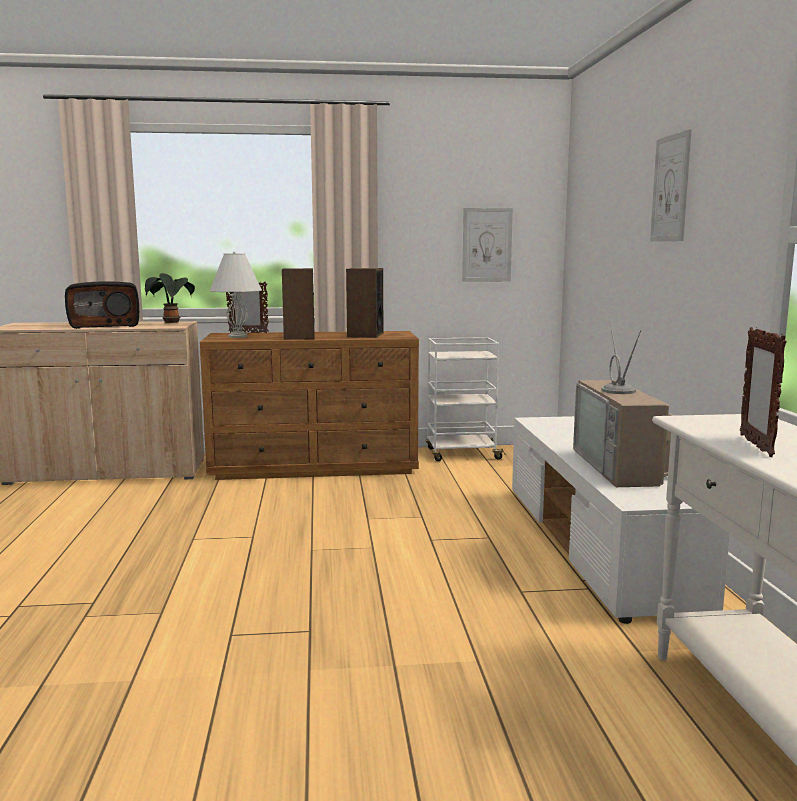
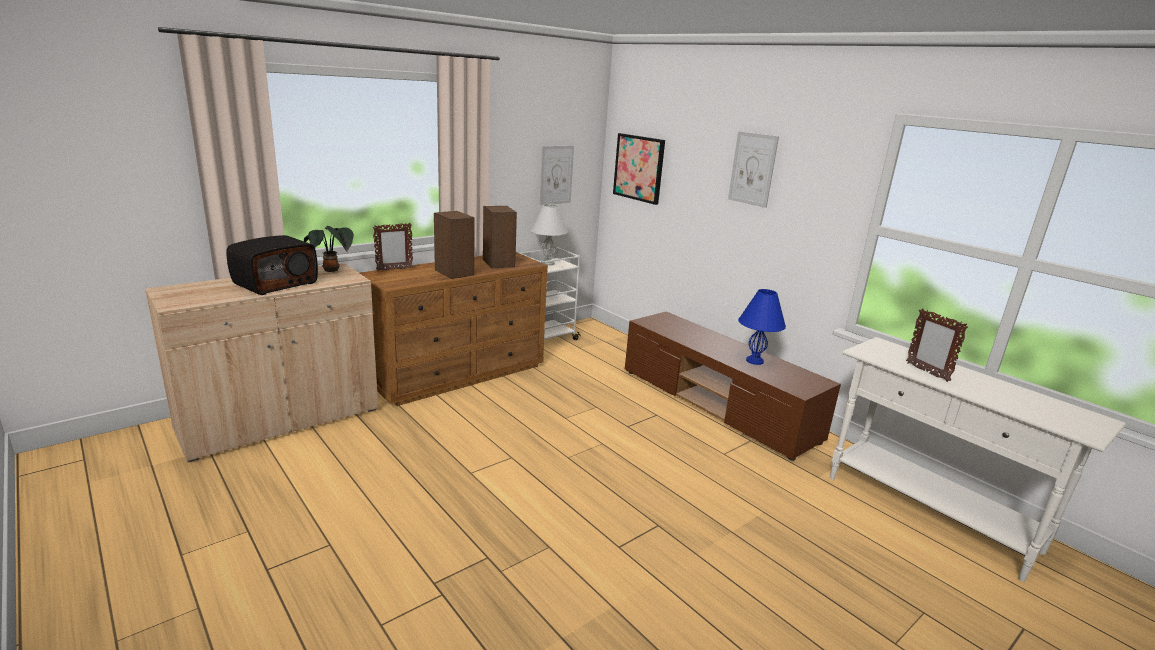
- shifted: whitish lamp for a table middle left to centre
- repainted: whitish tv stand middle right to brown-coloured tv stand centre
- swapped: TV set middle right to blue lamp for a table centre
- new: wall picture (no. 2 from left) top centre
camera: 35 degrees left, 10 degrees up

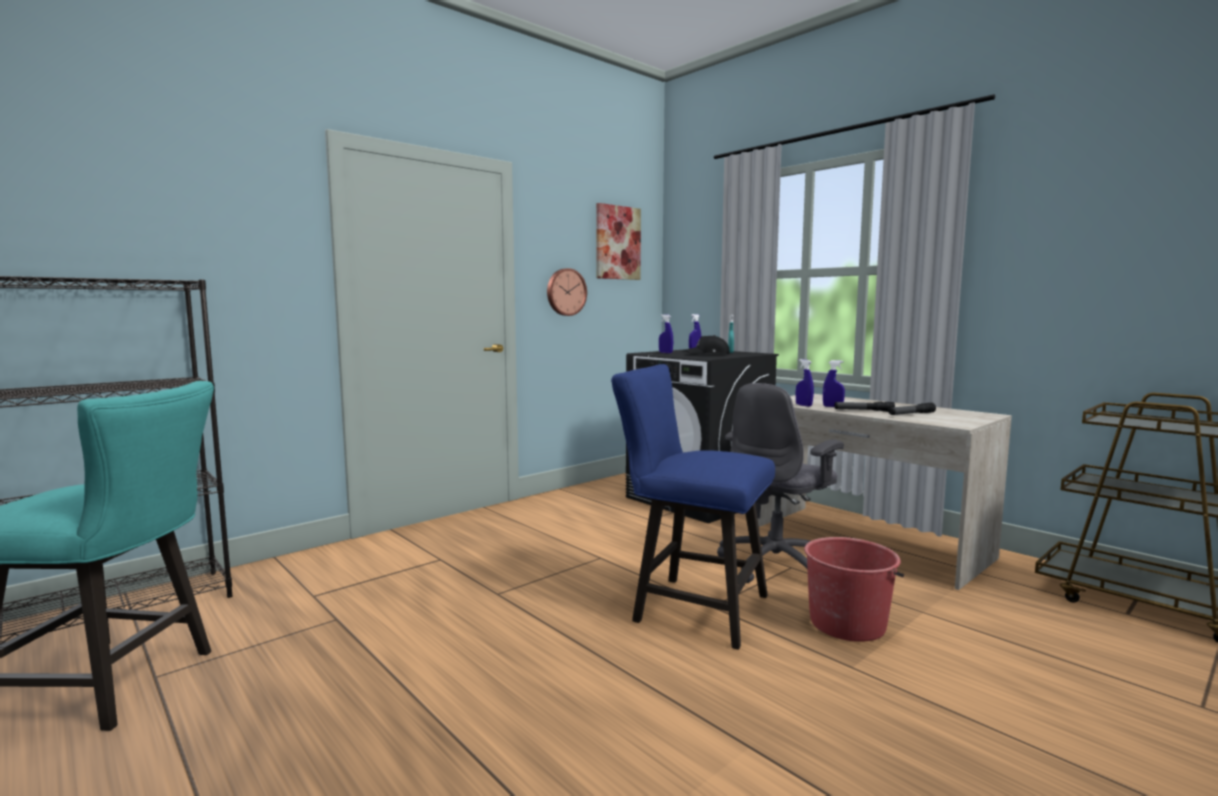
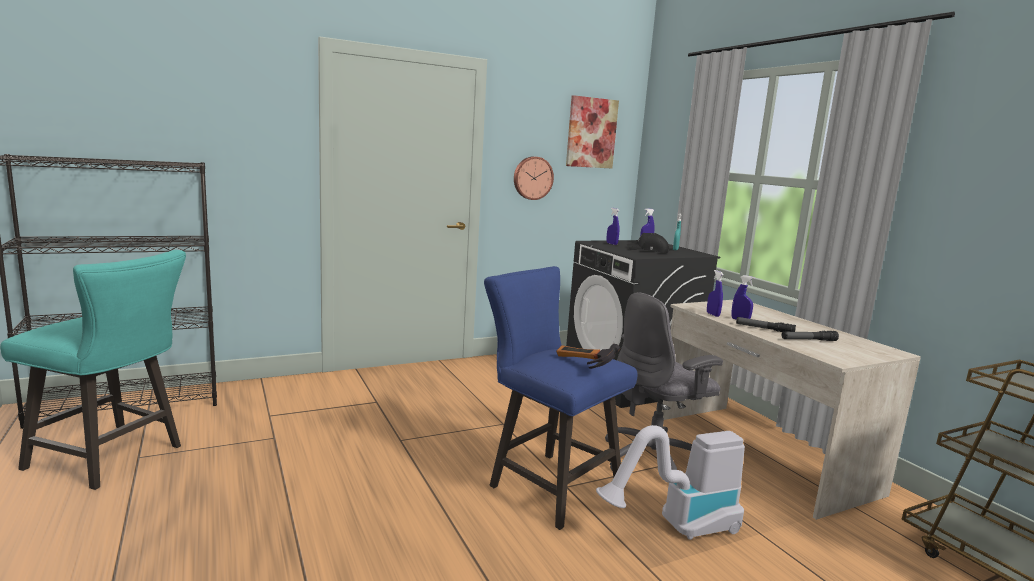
- swapped: reddish pail bottom right to vacuum cleaner bottom centre
- new: hand hammer centre
camera: 15 degrees right, 5 degrees up

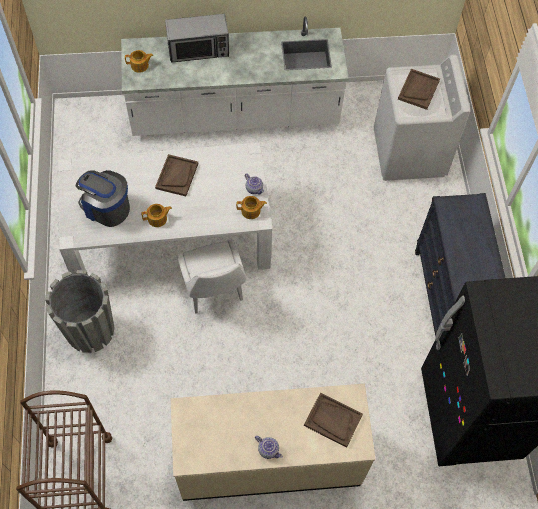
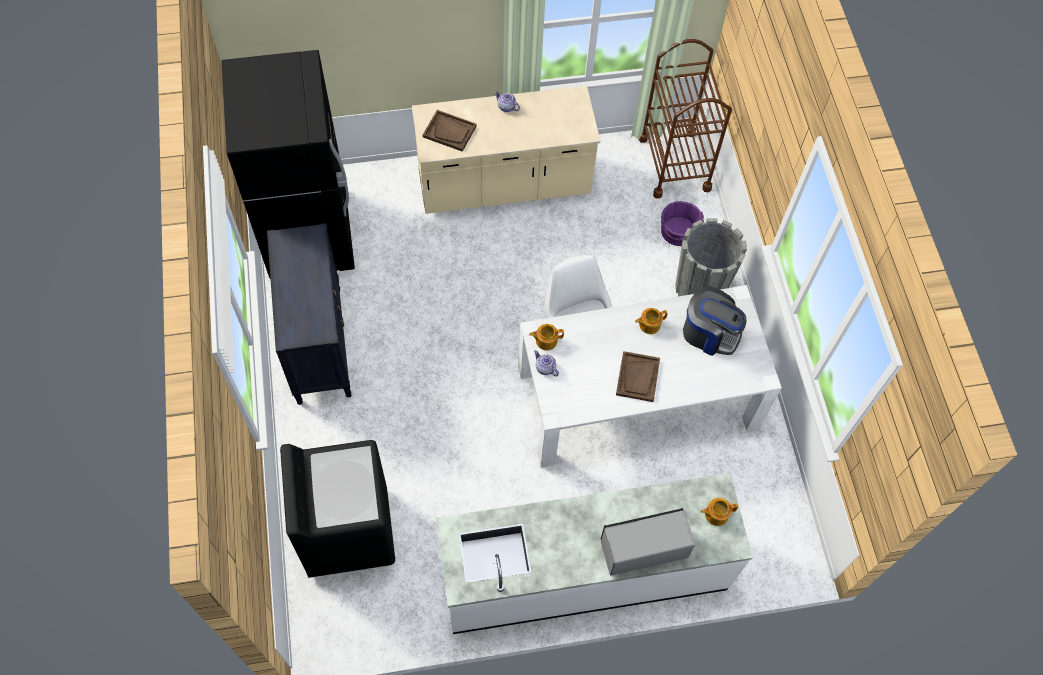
- repainted: whitish laundry appliance top right to blackish laundry appliance bottom left
- gone: brown-coloured tray (no. 3 from left) top right
- new: purple-coloured pail top centre
camera: 175 degrees right, 0 degrees up

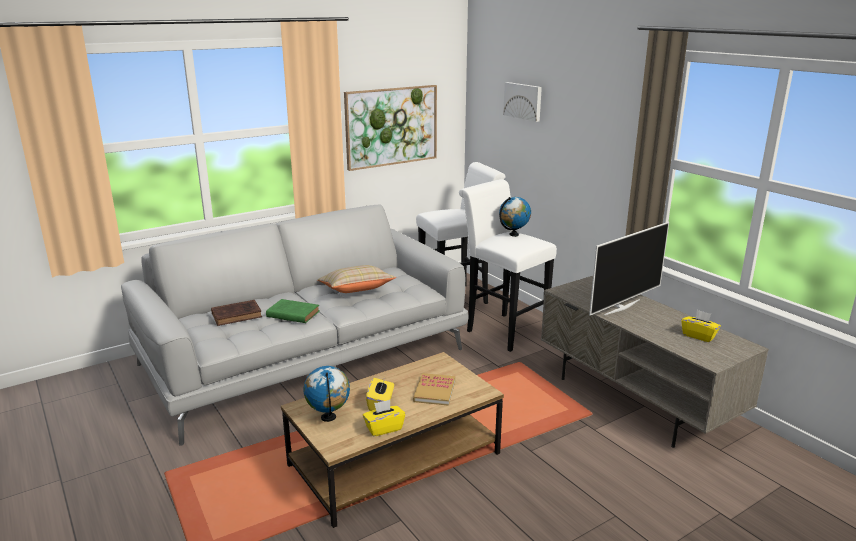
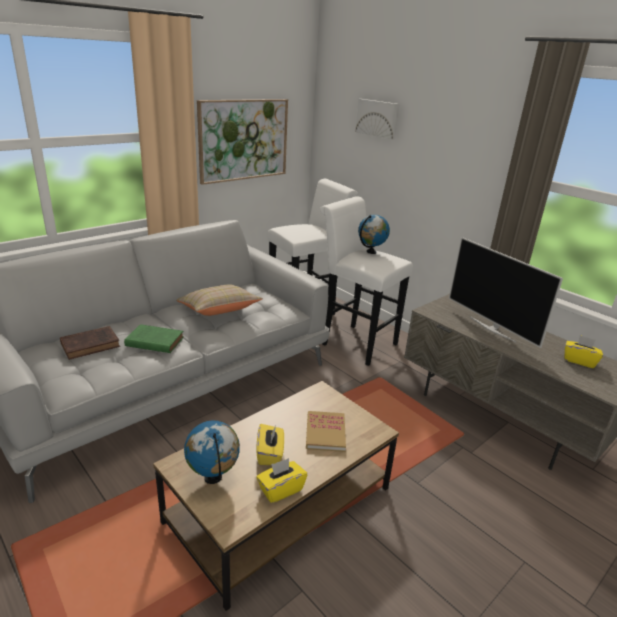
- rotated: TV set middle right = middle right 105 degrees clockwise
camera: 10 degrees left, 5 degrees up

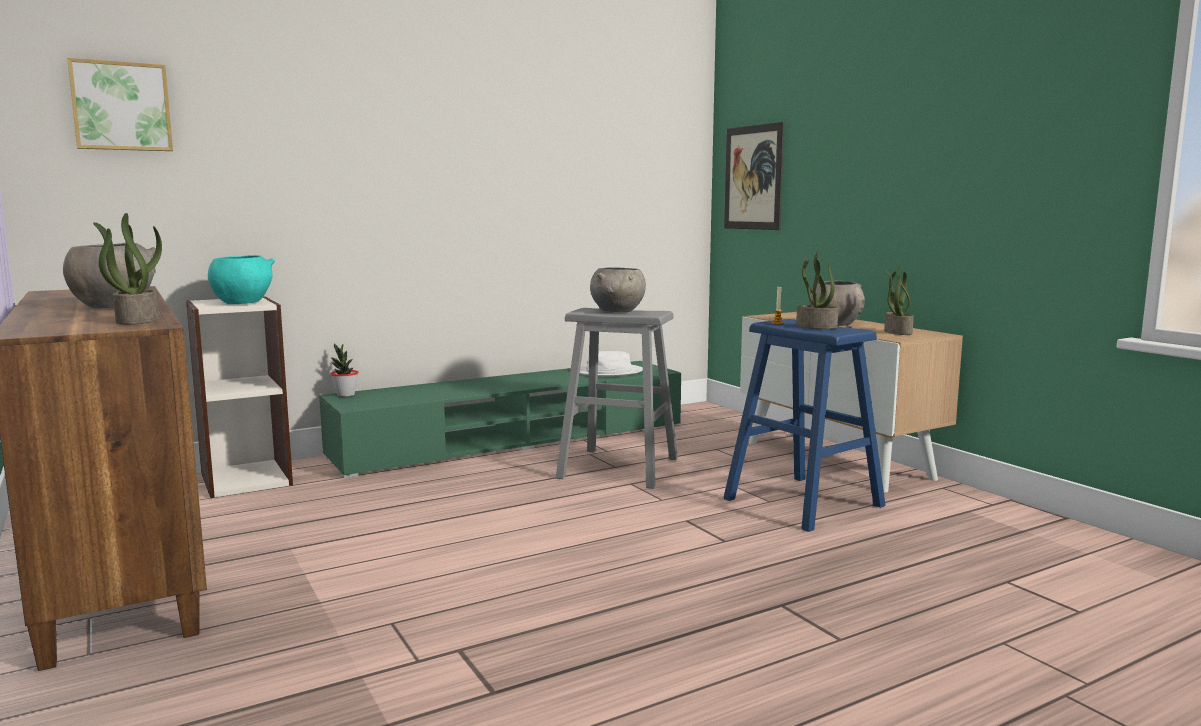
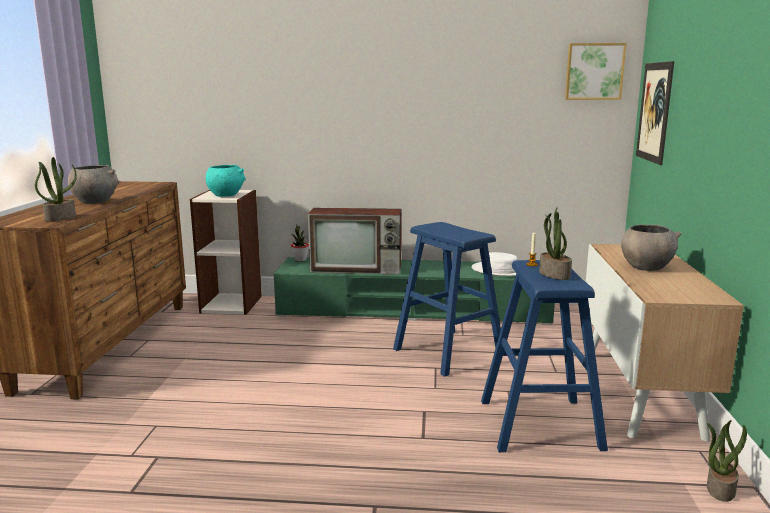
- shifted: wall picture (no. 1 from left) top left to top right
- repainted: grey sitting stool centre to blue sitting stool (no. 1 from left) centre
- gone: grey serving bowl (no. 2 from left) centre
- shifted: potted plant (no. 4 from left) middle right to bottom right
- new: TV set centre
camera: 35 degrees right, 5 degrees up

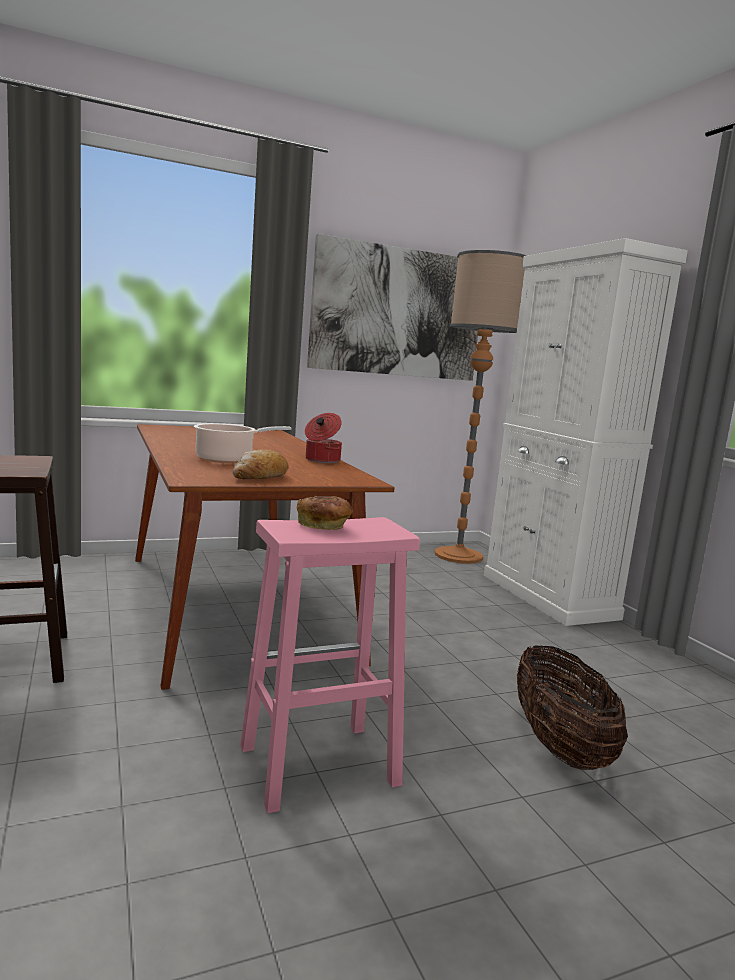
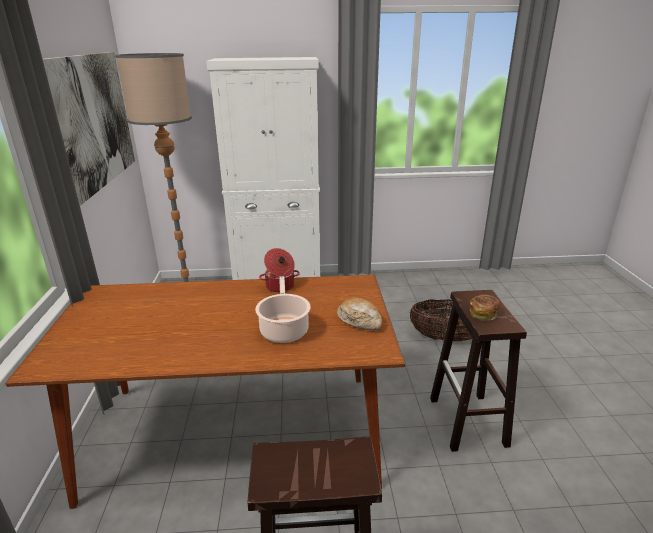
- repainted: pink sitting stool bottom centre to brown-coloured sitting stool (no. 2 from left) bottom right
camera: 70 degrees left, 15 degrees up

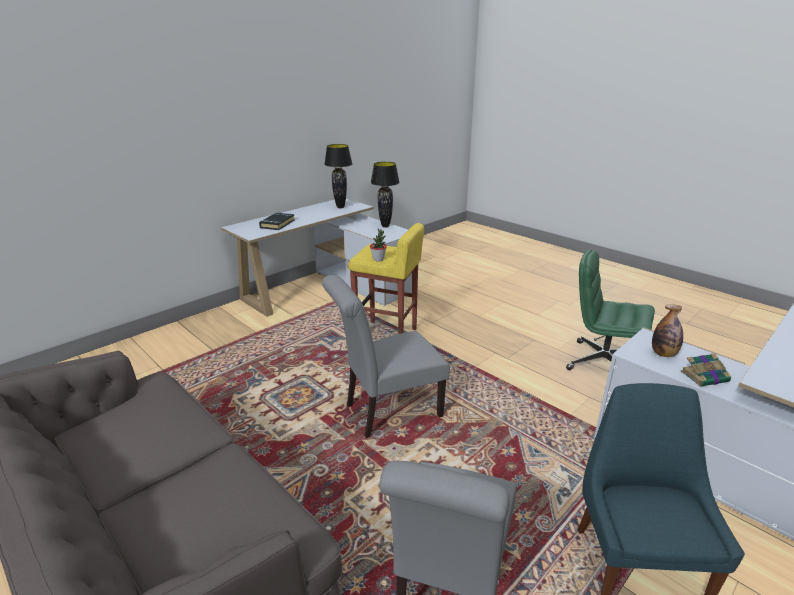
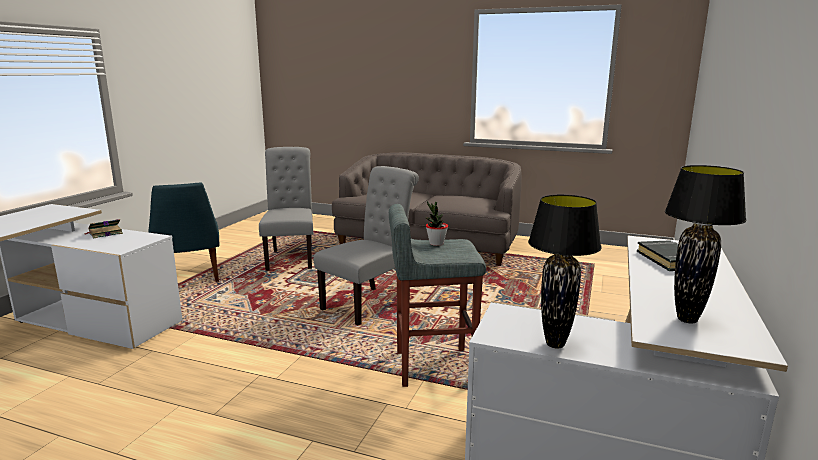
- repainted: yellowish sitting stool centre to grey sitting stool centre
- gone: greenish office chair middle right
- gone: beverage bottle middle right
camera: 155 degrees right, 10 degrees down

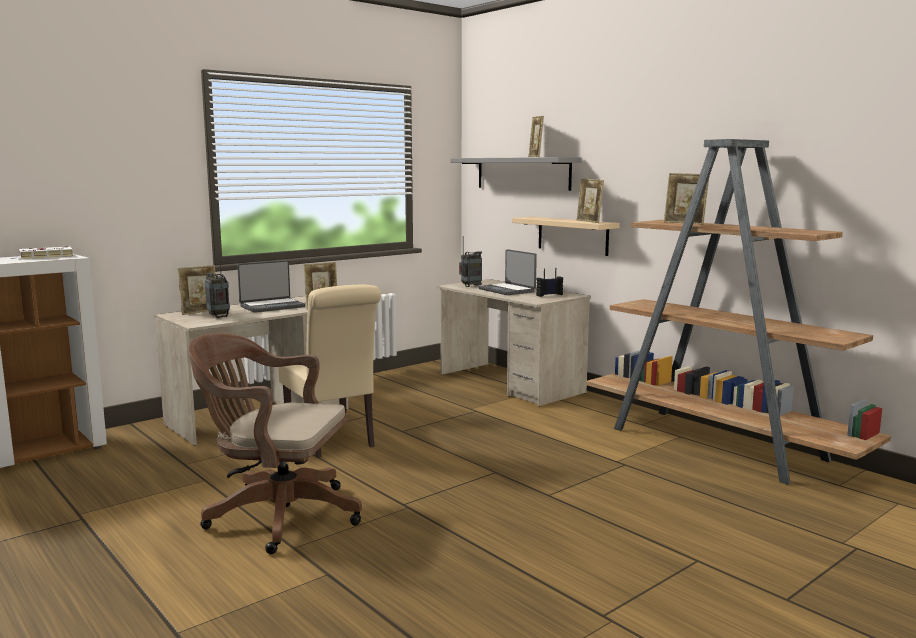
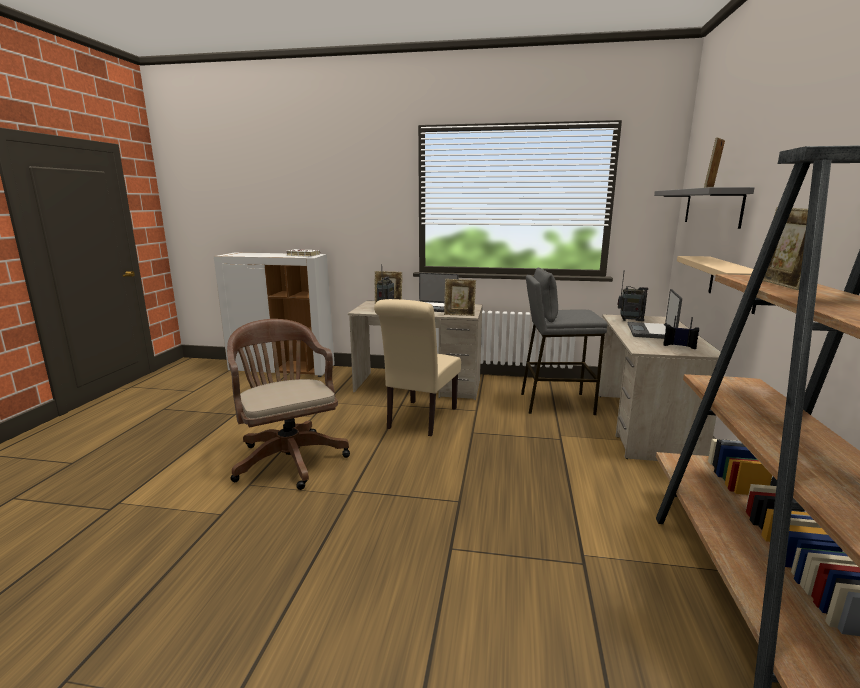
- gone: photo frame (no. 4 from left) top centre
- new: grey sitting stool centre
camera: 50 degrees right, 5 degrees up

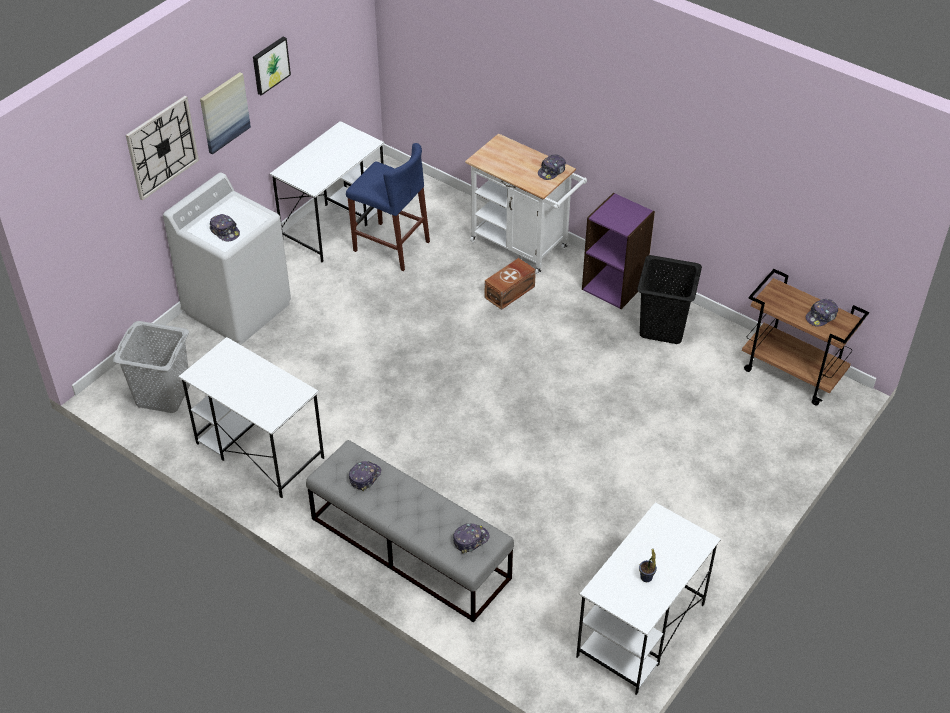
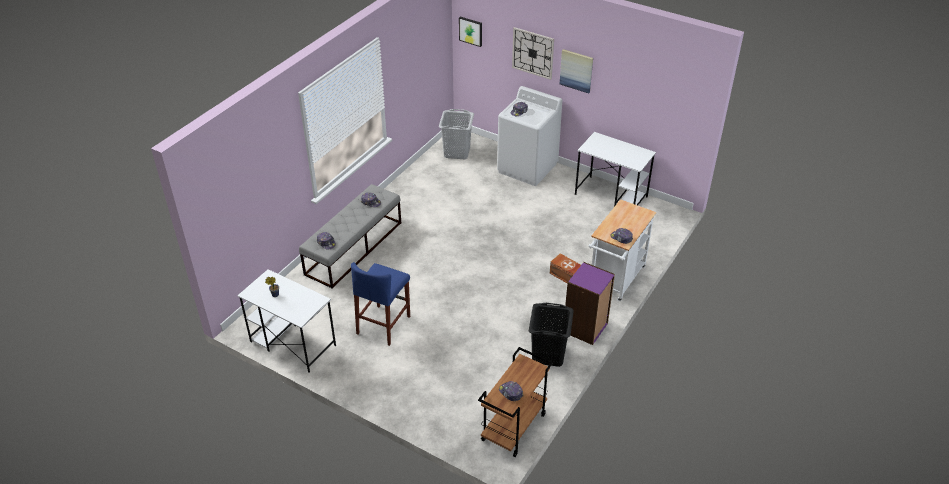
- gone: whitish desk unit (no. 1 from left) middle left
- shifted: wall picture (no. 2 from left in the first image) top left to wall picture (no. 1 from left) top centre
- shifted: blue sitting stool top centre to centre
camera: 85 degrees right, 5 degrees down

